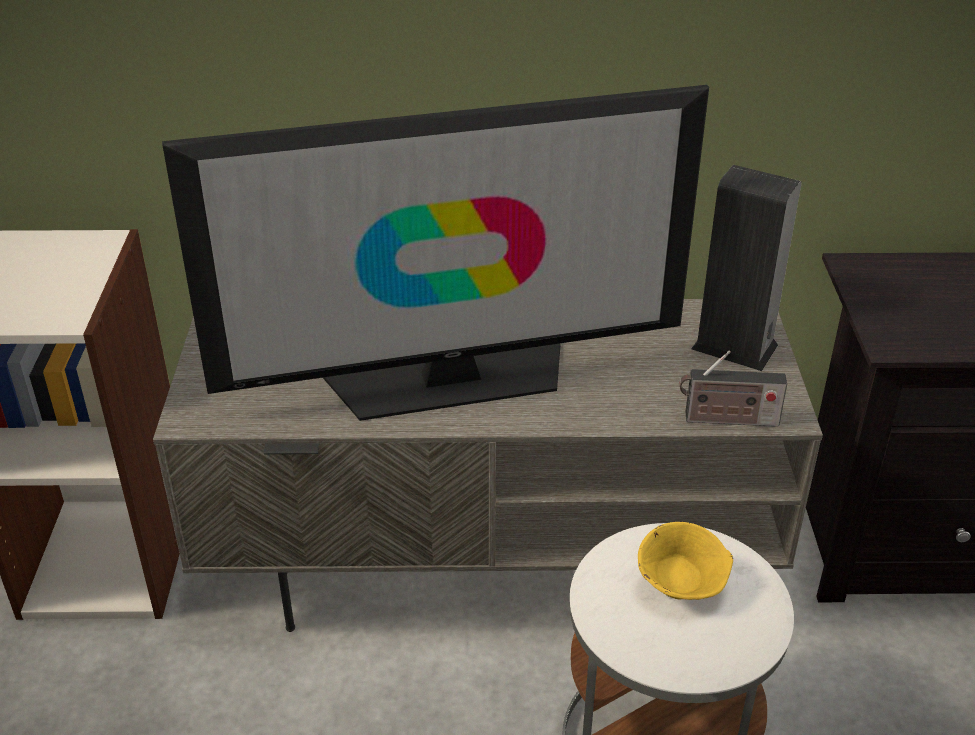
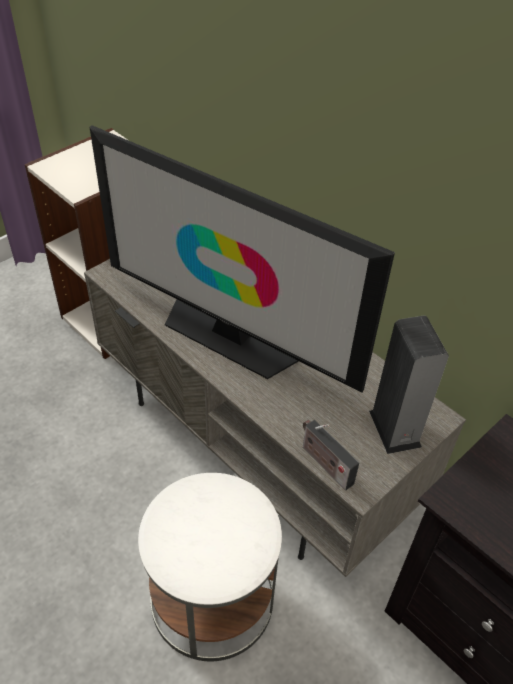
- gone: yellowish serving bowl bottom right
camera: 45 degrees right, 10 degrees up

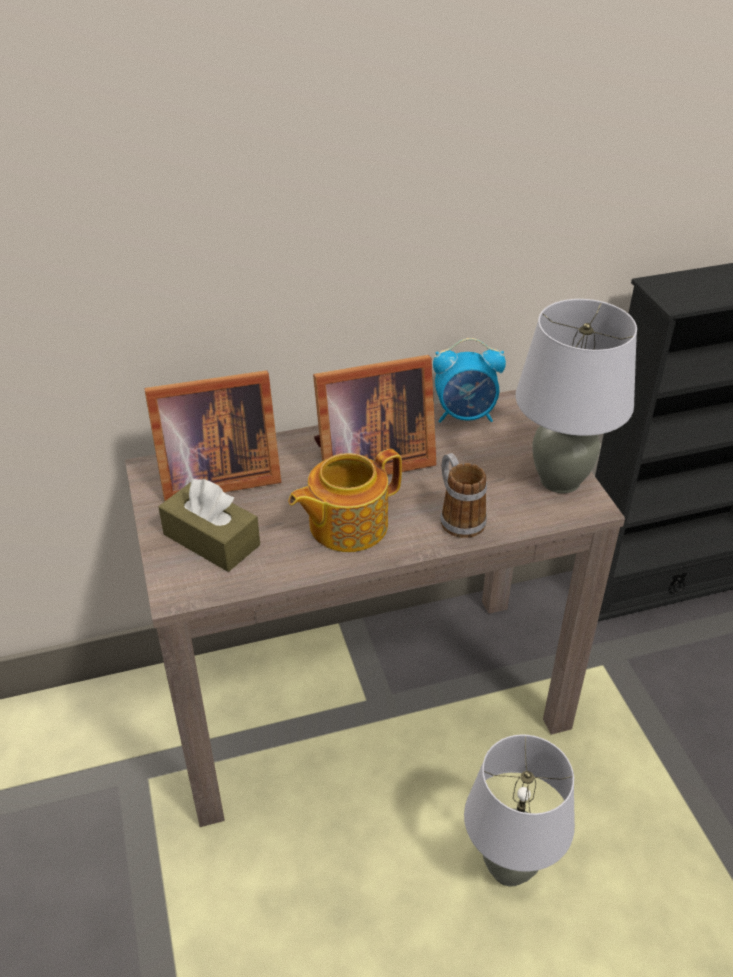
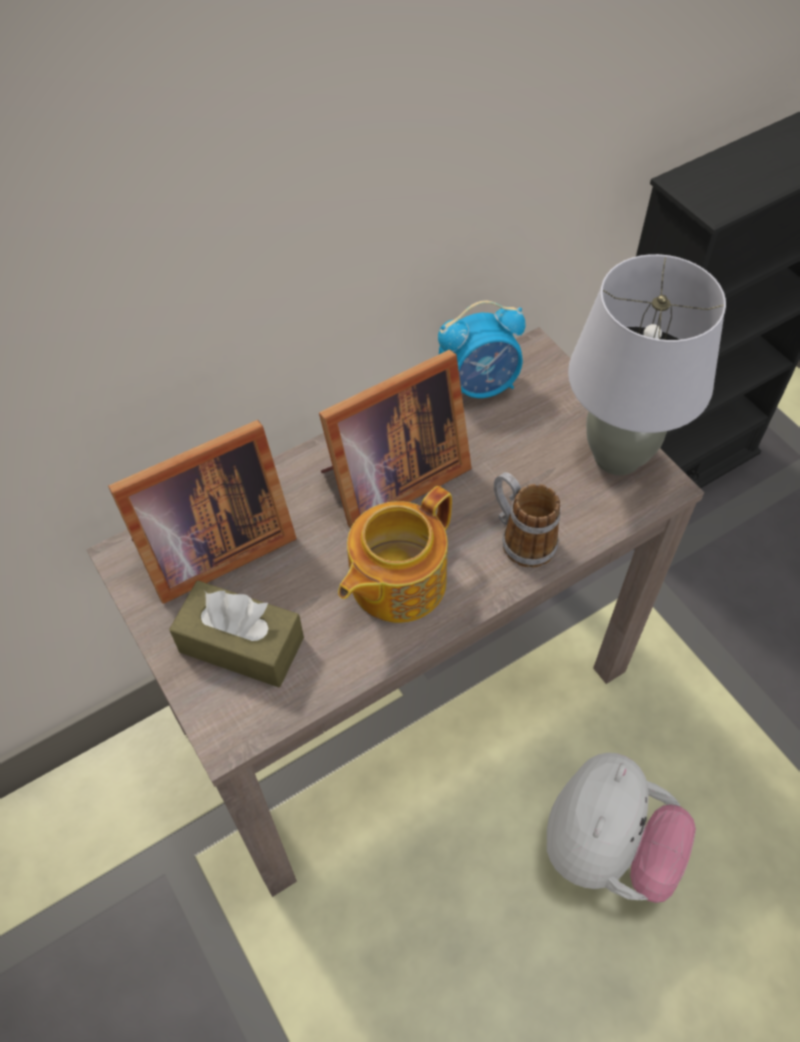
- swapped: grey lamp for a table (no. 1 from left) bottom right to cuddly toy bottom right
camera: 15 degrees left, 15 degrees up

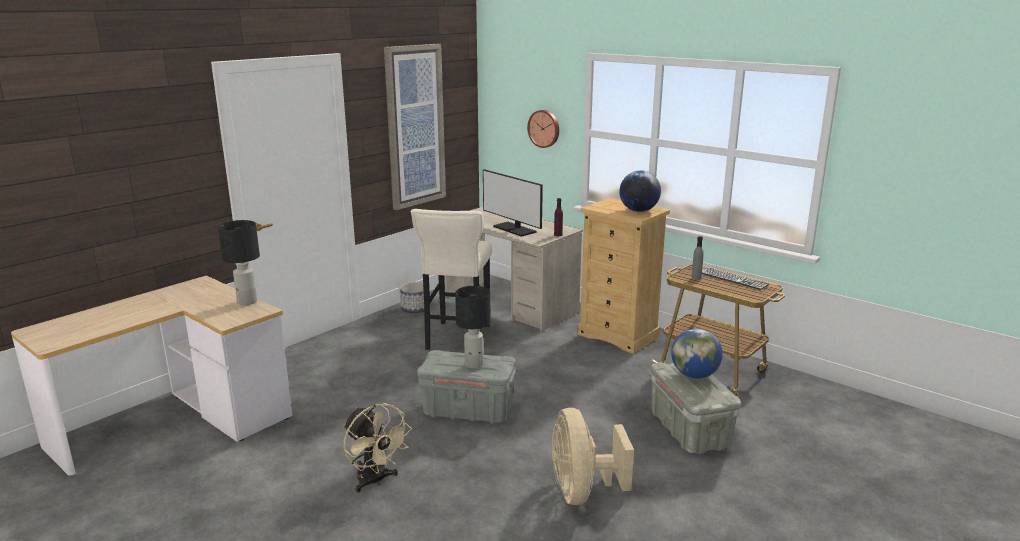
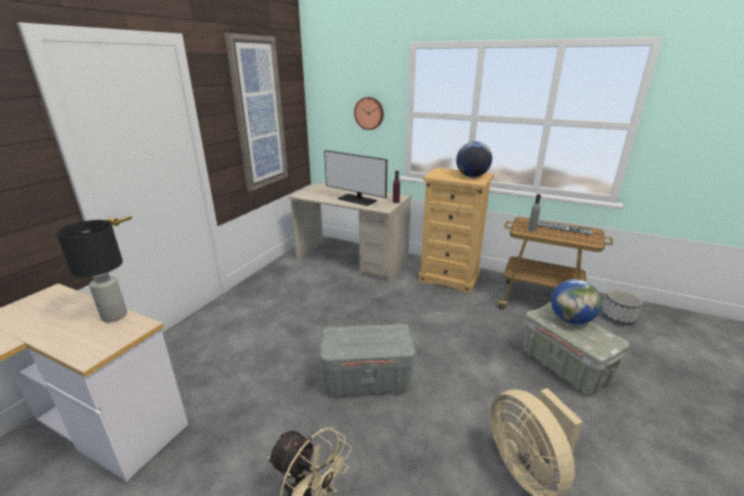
- shifted: flower pot centre to middle right
- gone: beige sitting stool centre
- gone: blackish lamp for a table (no. 2 from left) centre
camera: 15 degrees left, 5 degrees up

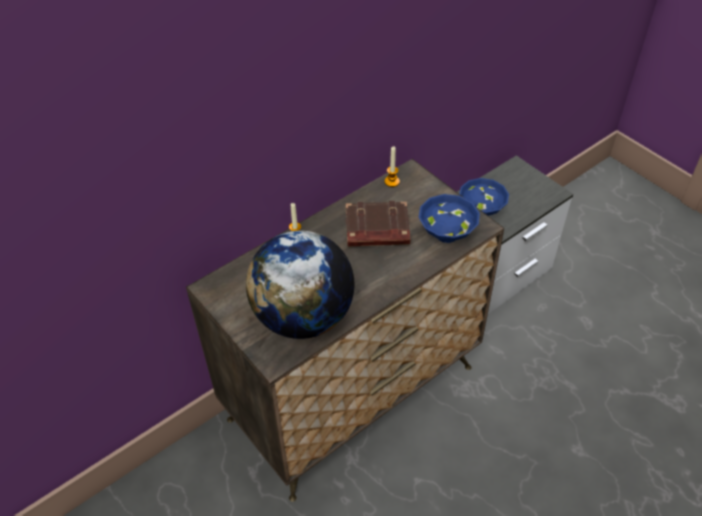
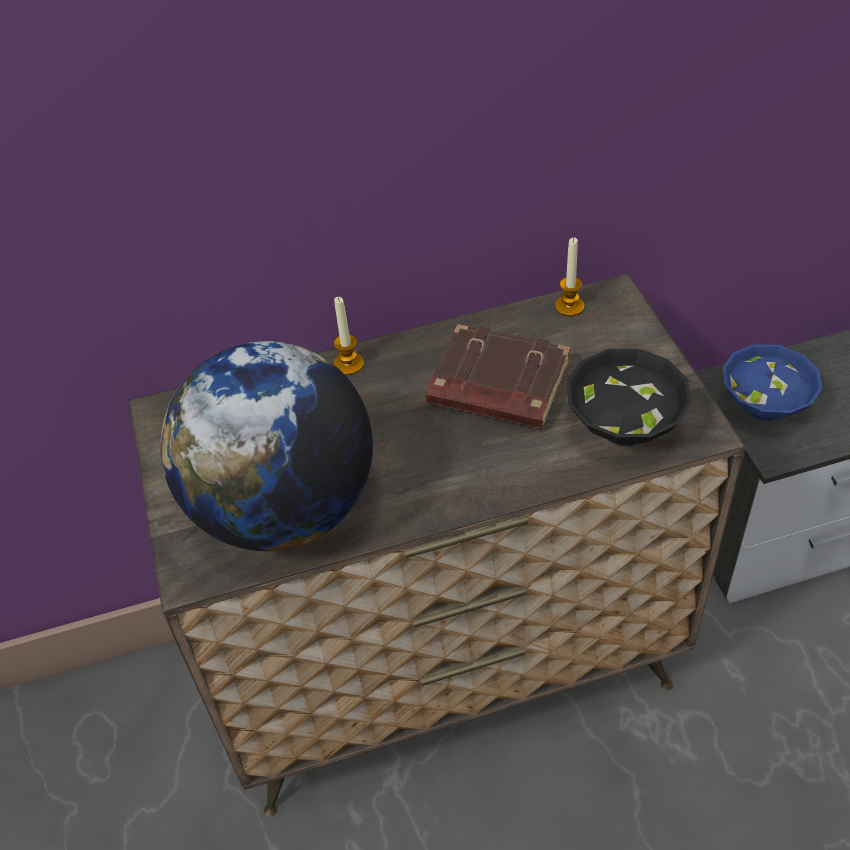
- repainted: blue serving bowl (no. 1 from left) centre to blackish serving bowl middle right
camera: 25 degrees right, 0 degrees up

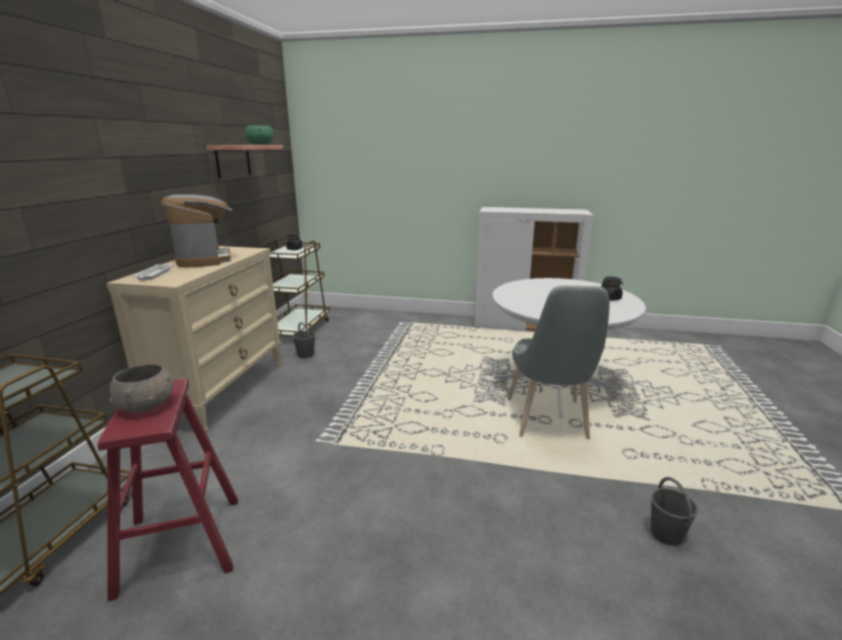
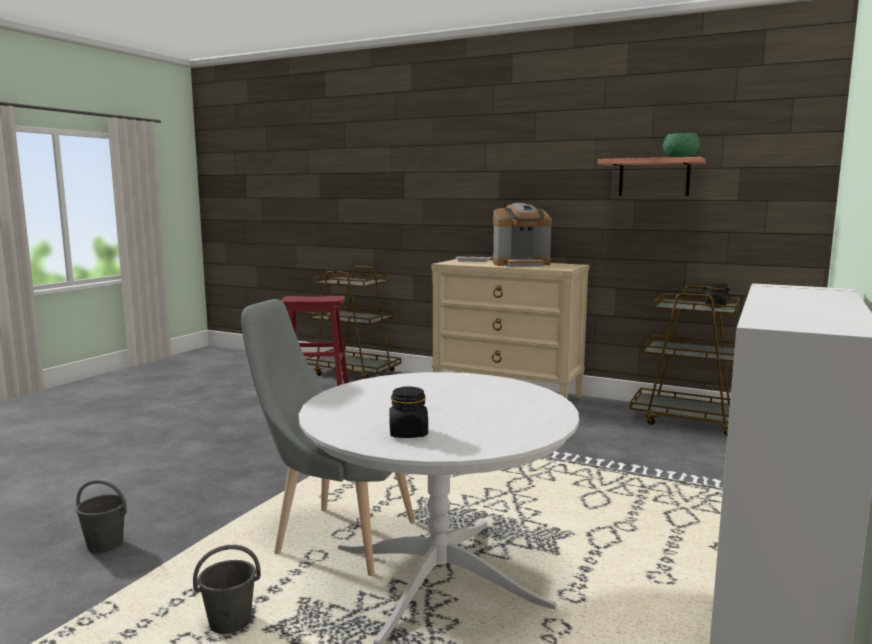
- gone: grey serving bowl middle left
- shifted: grey pail (no. 1 from left in the first image) centre to grey pail (no. 2 from left) bottom left
camera: 105 degrees right, 10 degrees down

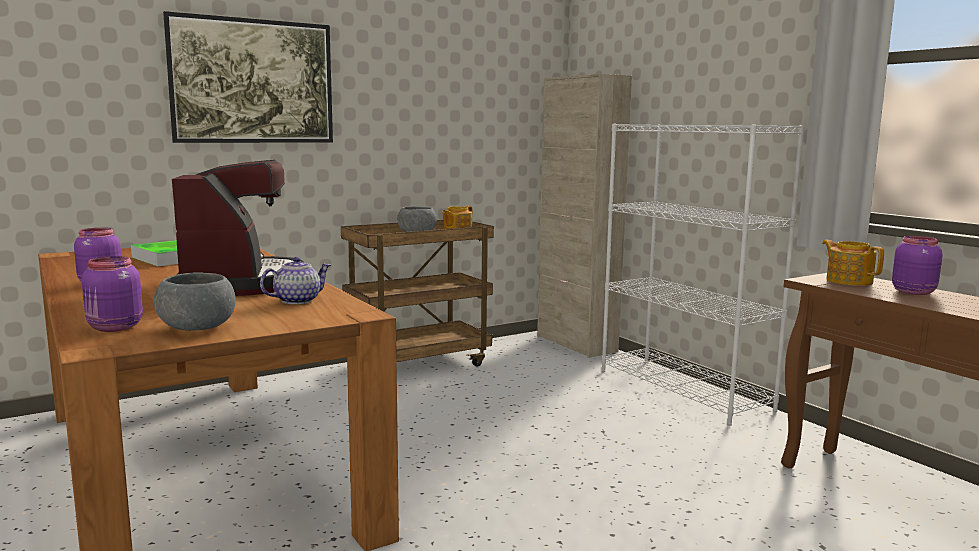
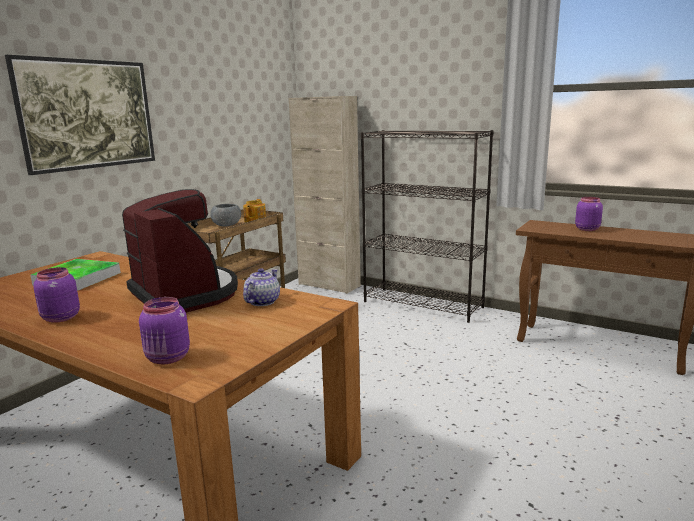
- gone: grey serving bowl (no. 1 from left) middle left
- repainted: whitish bookshelf middle right to blackish bookshelf centre
- gone: pot for tea (no. 3 from left) middle right
camera: 25 degrees left, 5 degrees up

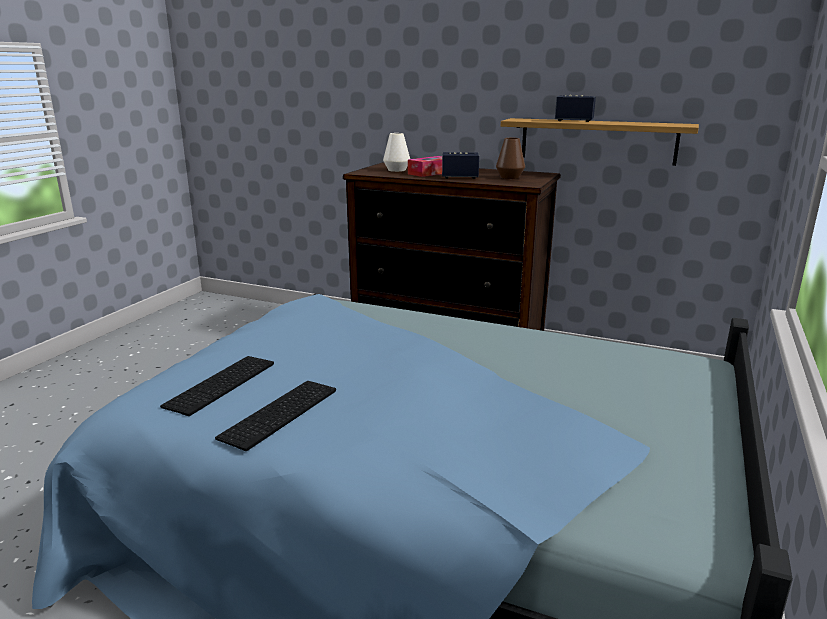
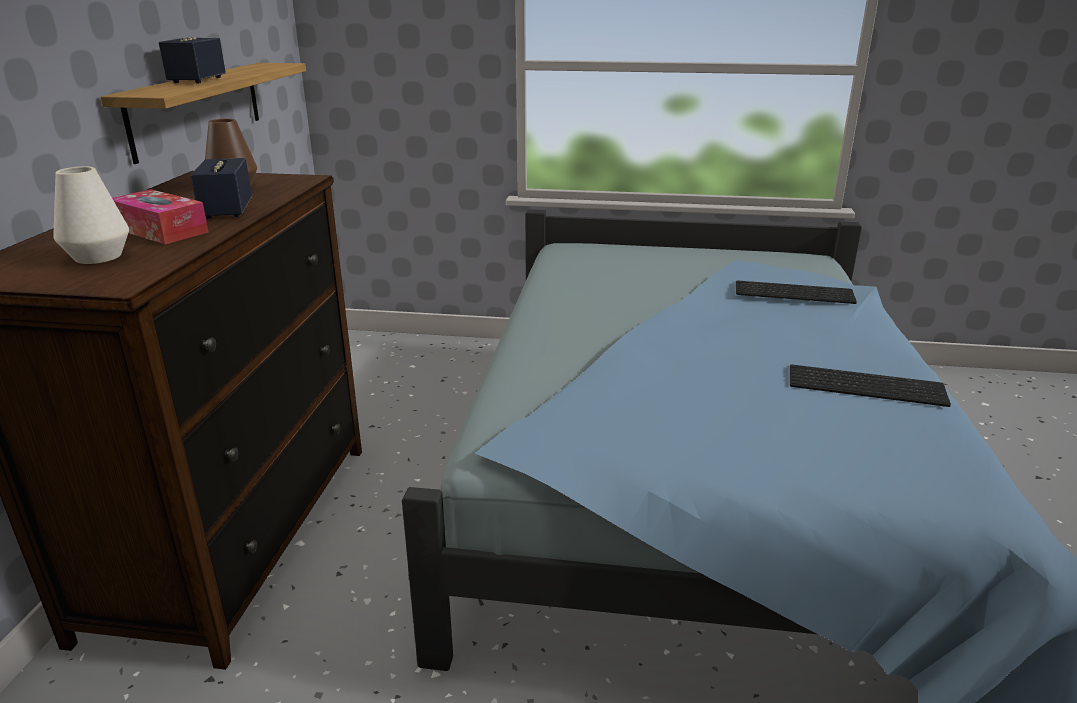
- shifted: keyboard (no. 1 from left) middle left to middle right
camera: 105 degrees left, 5 degrees up

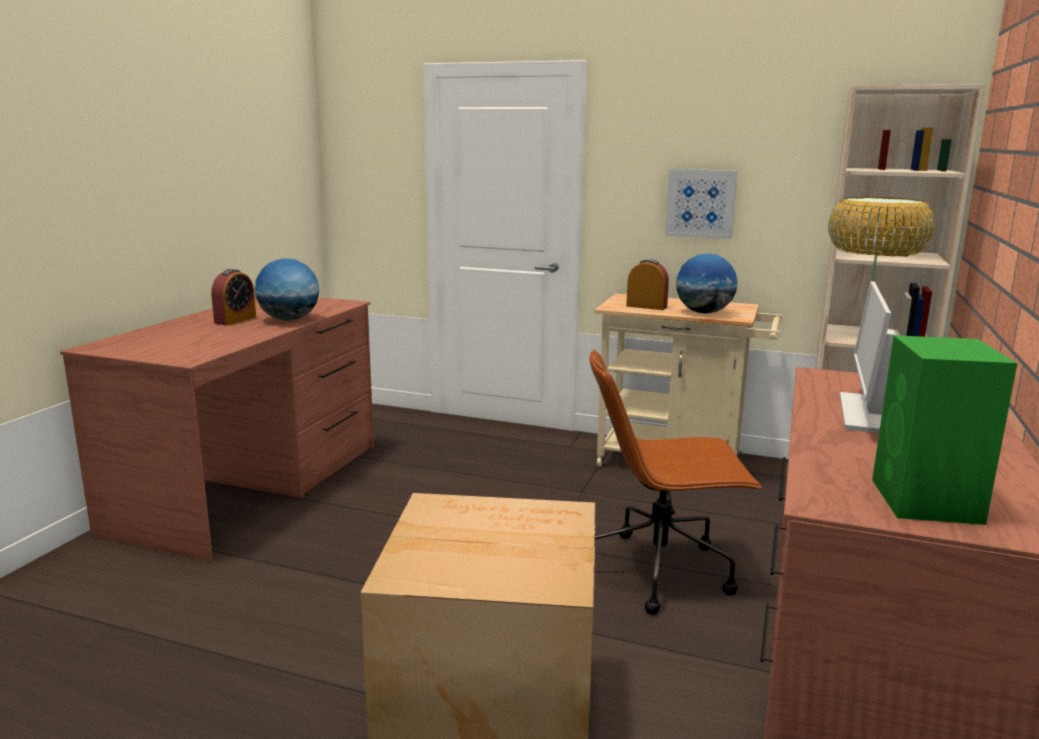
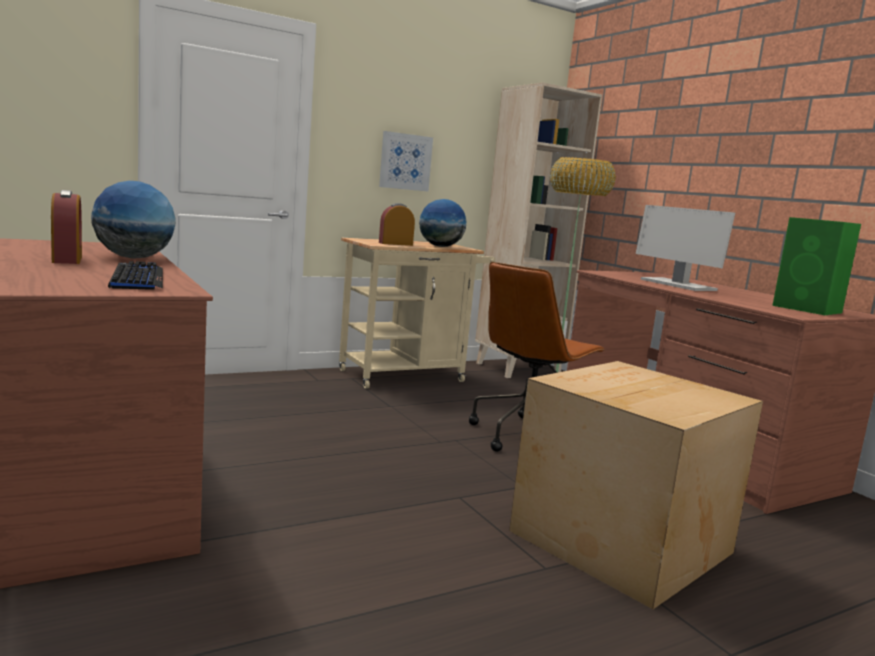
- new: keyboard middle left
camera: 50 degrees left, 5 degrees down

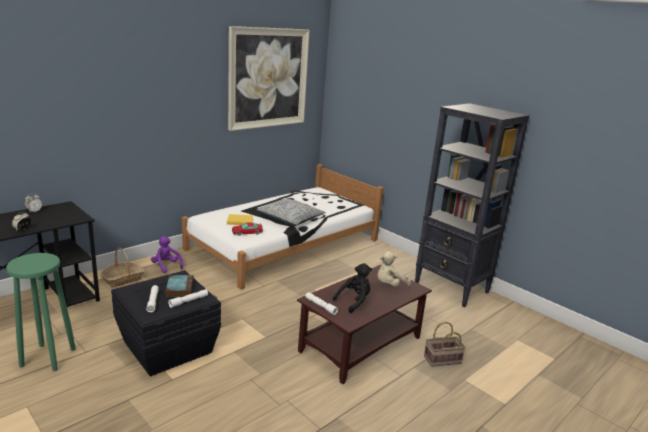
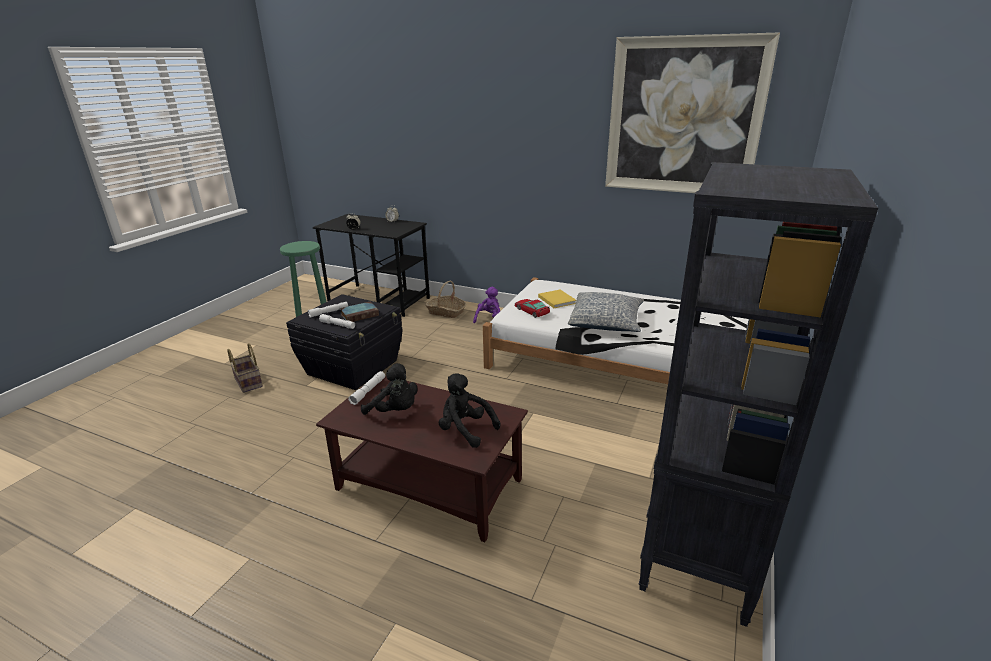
- repainted: beige cuddly toy centre to blackish cuddly toy (no. 2 from left) centre
- shifted: basket (no. 2 from left in the first image) bottom right to basket (no. 1 from left) middle left
camera: 70 degrees right, 5 degrees up

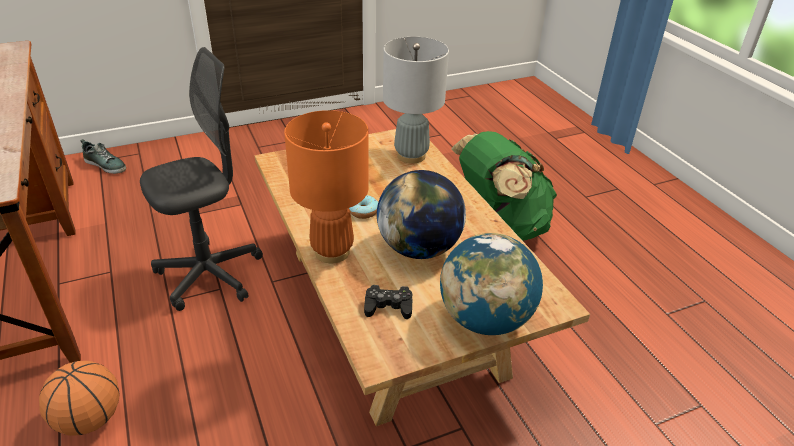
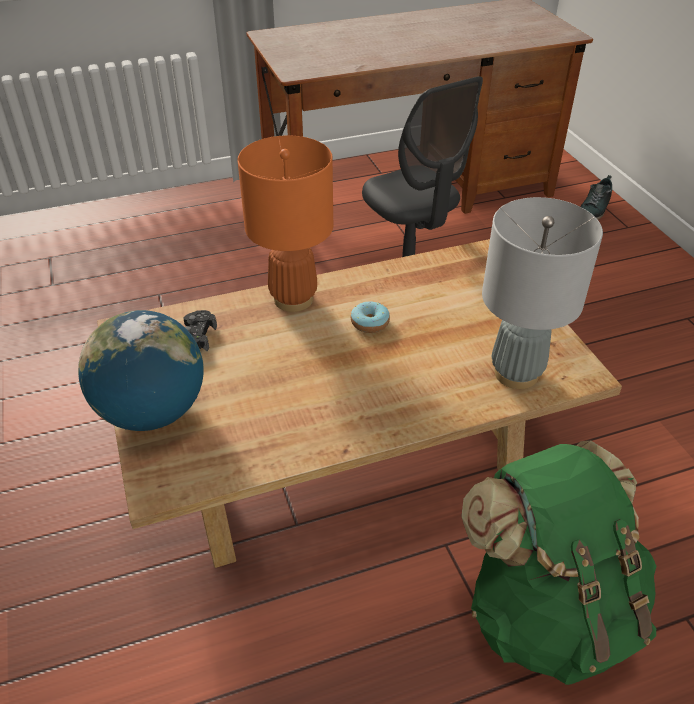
- gone: basketball ball bottom left
- gone: world globe (no. 1 from left) centre
camera: 95 degrees right, 5 degrees up

